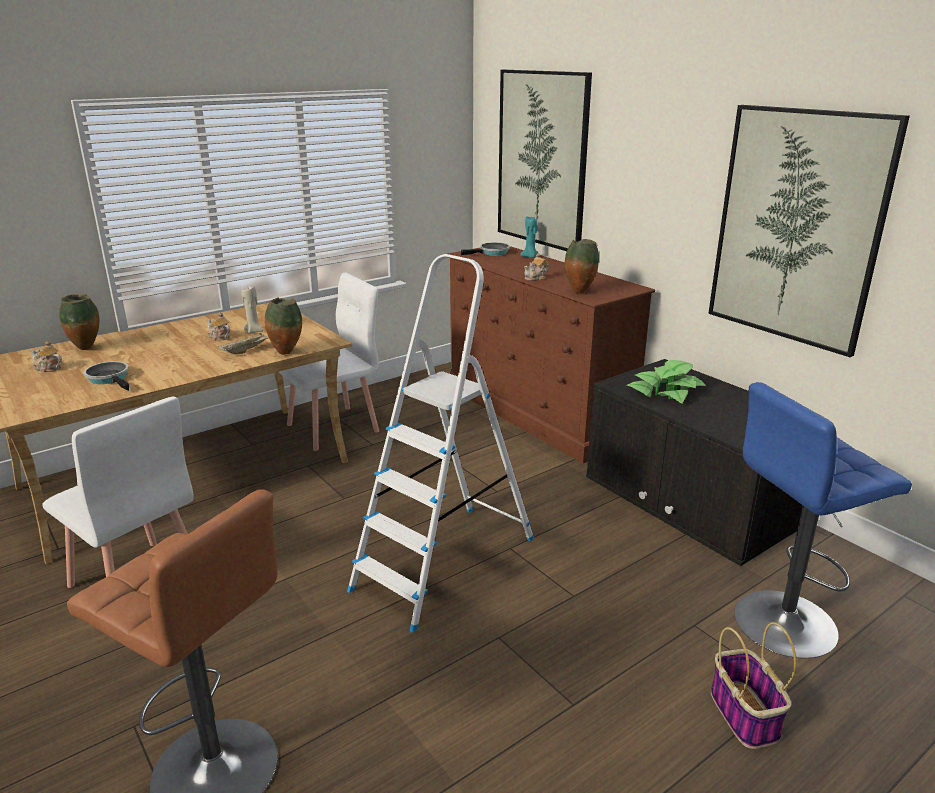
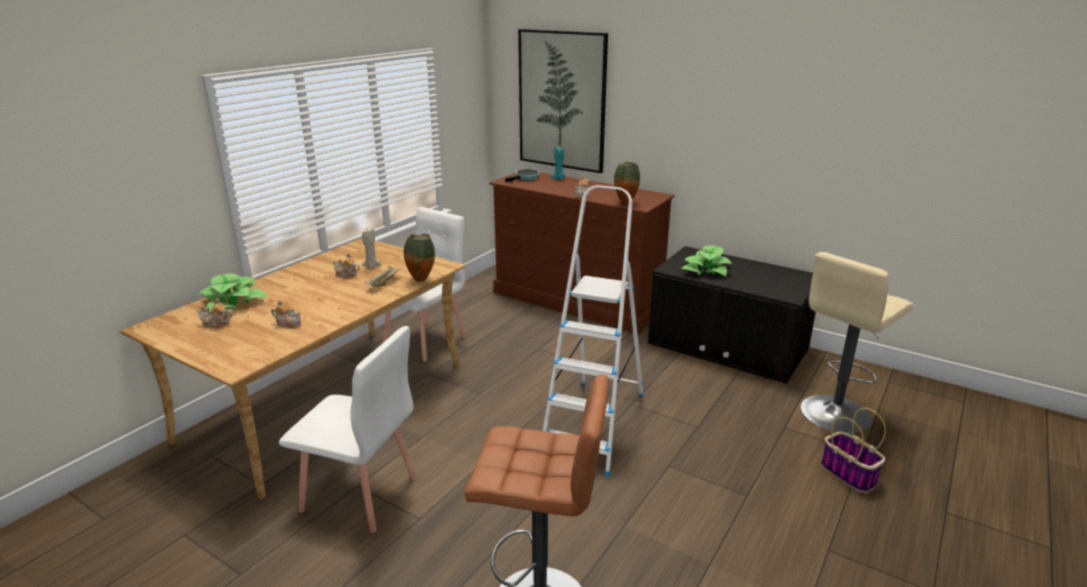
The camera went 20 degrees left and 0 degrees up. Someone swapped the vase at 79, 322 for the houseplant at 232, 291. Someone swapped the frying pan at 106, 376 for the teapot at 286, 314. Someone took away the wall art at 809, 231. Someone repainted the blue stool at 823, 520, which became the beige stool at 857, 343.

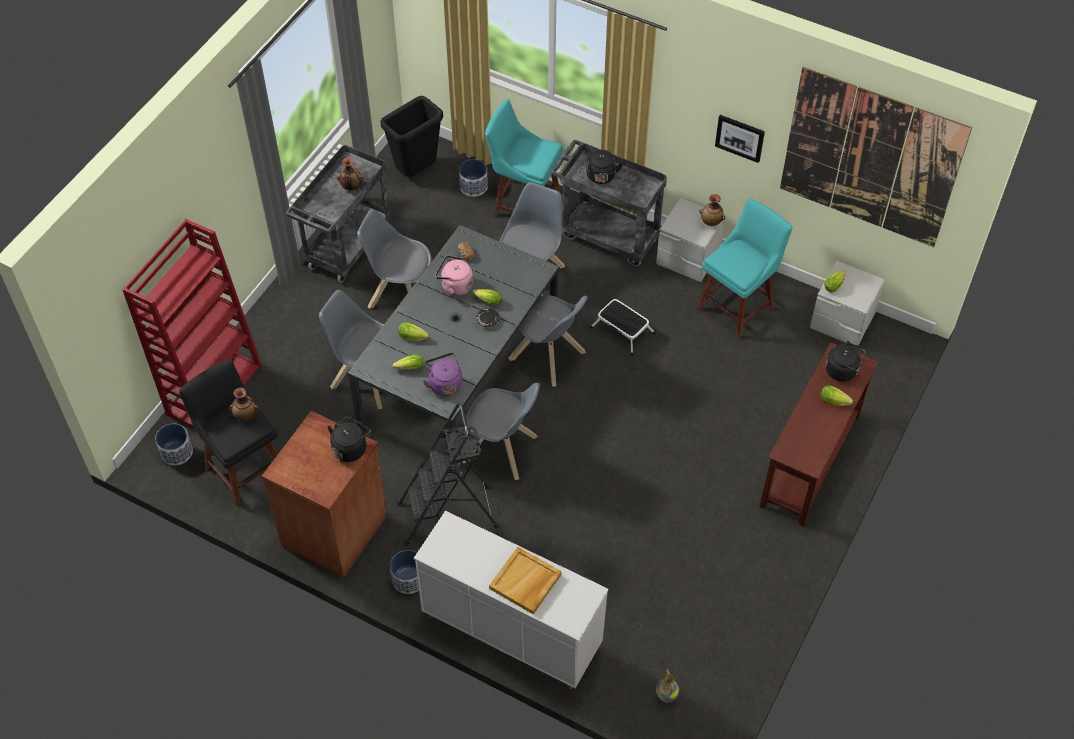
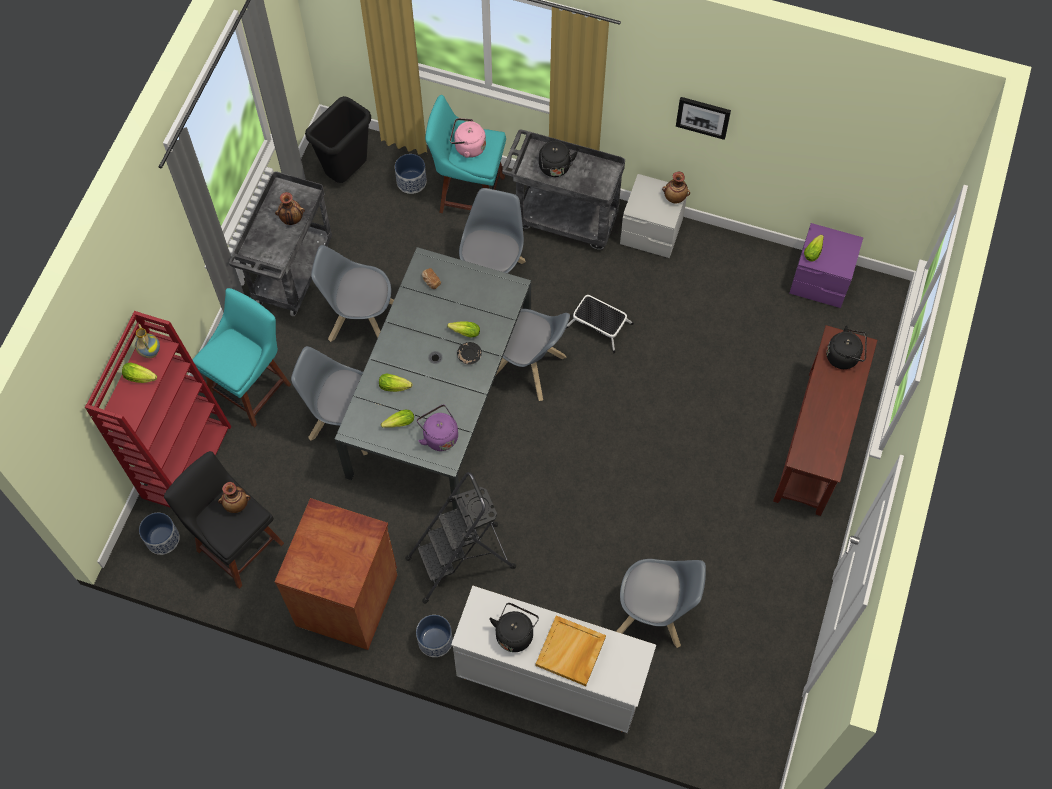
The camera went 10 degrees left and 10 degrees up. Someone carried the blackish tea kettle from 349, 438 to 514, 627. Someone carried the pink-coloured tea kettle from 454, 275 to 468, 138. Someone carried the greyish plain chair from 501, 431 to 661, 603. Someone carried the vase from 667, 686 to 147, 341. Someone carried the turquoise-coloured stool from 744, 268 to 241, 357. Someone took away the wall art at 876, 157. Someone repainted the white-coloured nightstand at 847, 303, which became the purple-coloured nightstand at 826, 265. Someone carried the lettuce head from 837, 395 to 139, 372.

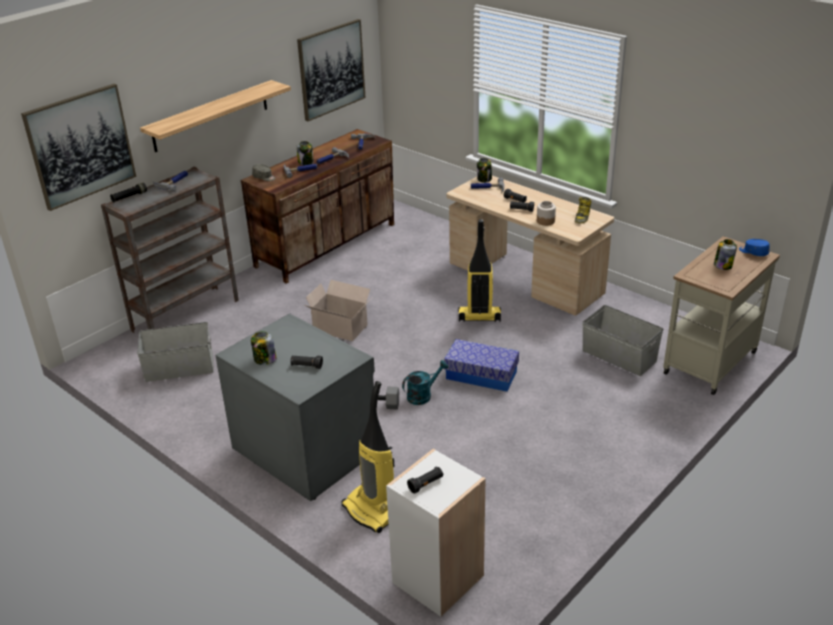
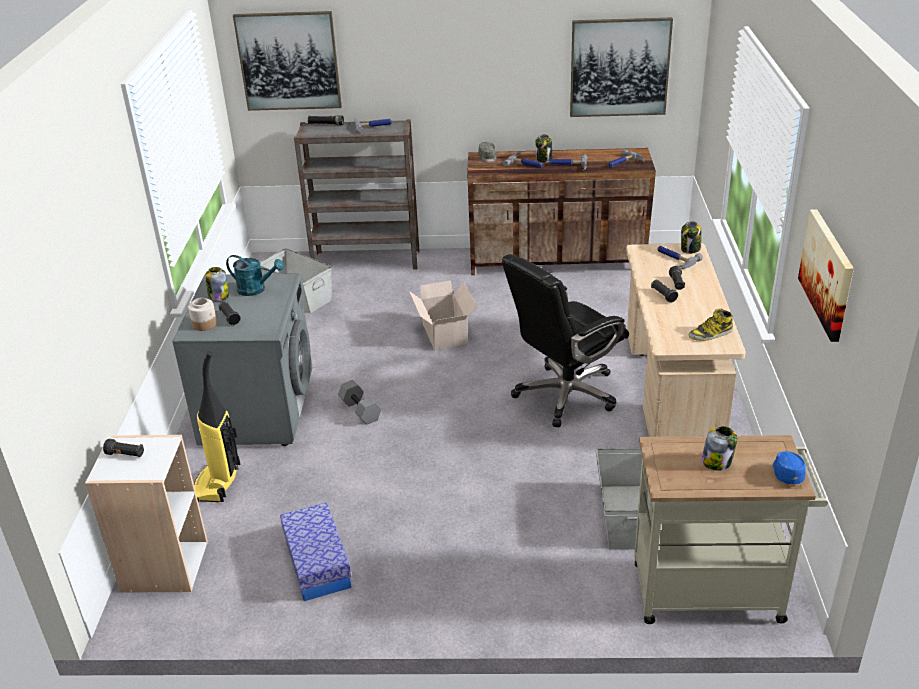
The camera went 50 degrees right and 0 degrees up. Someone took away the bracket shelf at 215, 116. Someone carried the turquoise-coloured watering can from 425, 382 to 255, 275. Someone carried the storage container from 481, 365 to 315, 552. Someone swapped the vacuum cleaner at 479, 270 for the blackish office chair at 565, 340. Someone carried the preserve jar from 546, 213 to 202, 314. Someone put up the wall art at 826, 275.

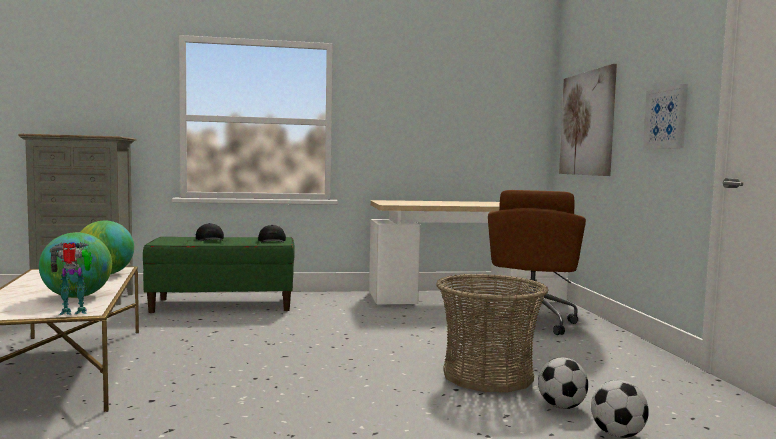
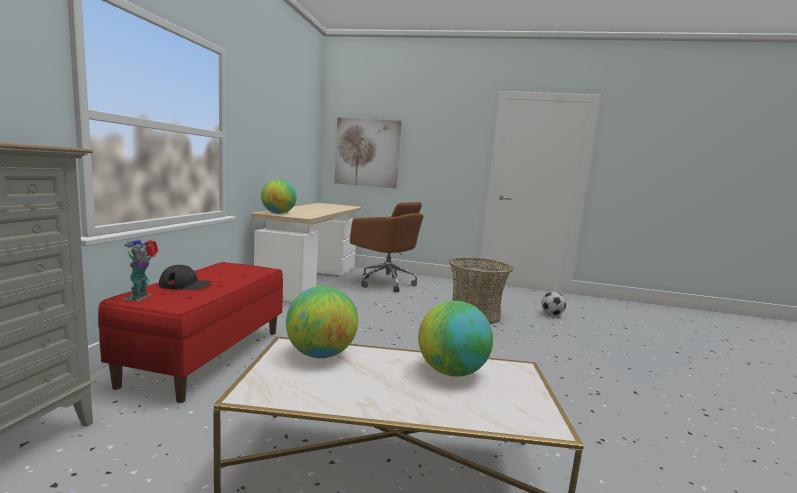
The camera went 70 degrees left and 5 degrees up. Someone carried the robot figure from 71, 278 to 140, 270. Someone repainted the greenish bench at 219, 275, which became the red bench at 190, 332. Someone took away the blackish cap at 272, 234. Someone took away the football ball at 563, 383. Someone took away the wall art at 665, 116. Someone put down the globe at 279, 196.

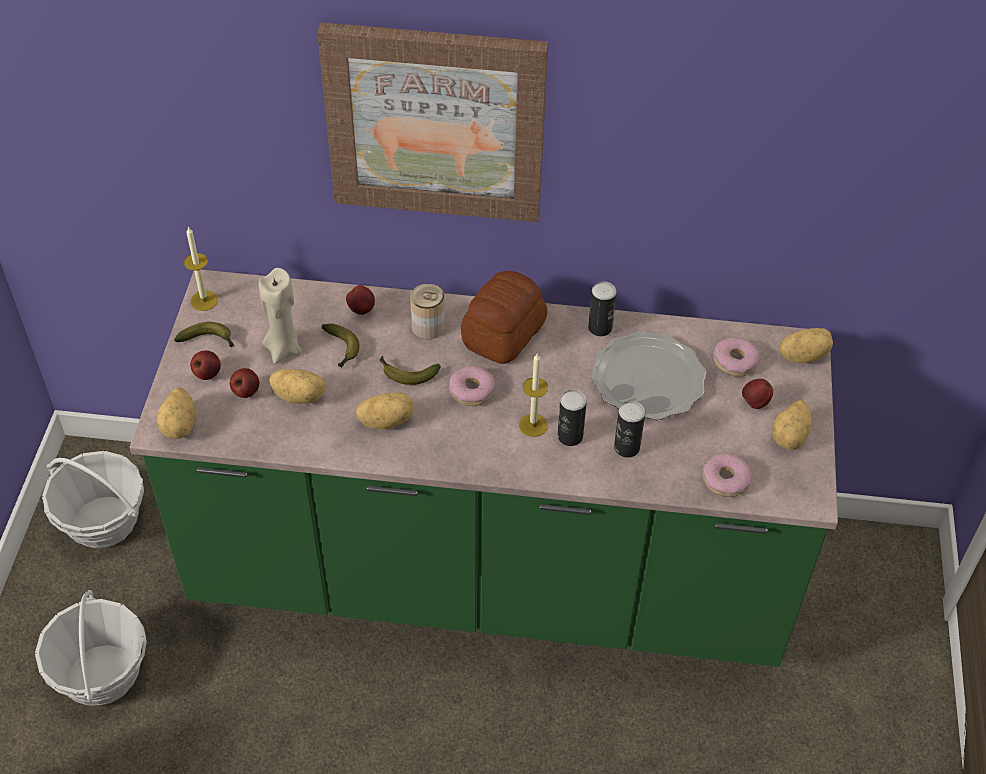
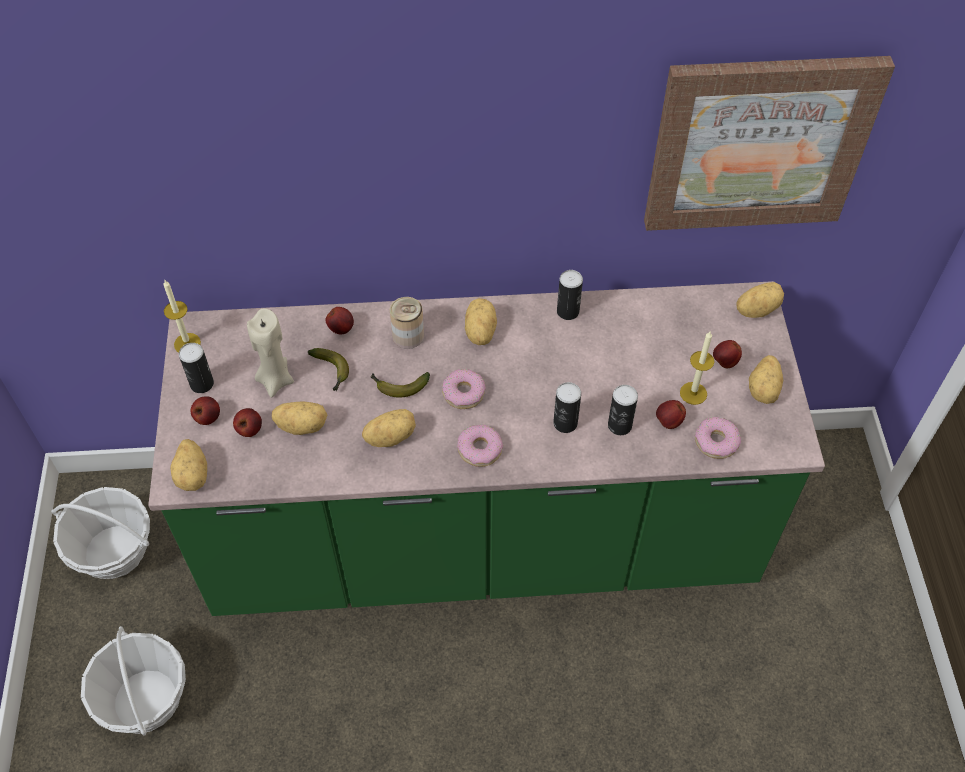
The camera went 10 degrees left and 5 degrees up. Someone swapped the whole banana at 204, 334 for the sealed can at 196, 368. Someone carried the wall art from 432, 122 to 769, 143. Someone swapped the bakery bread at 504, 317 for the whole potato at 481, 321. Someone carried the wax light from 533, 395 to 697, 368. Someone took away the flat dish at 648, 376. Someone carried the donut from 736, 357 to 480, 446. Someone put down the whole apple at 671, 414.

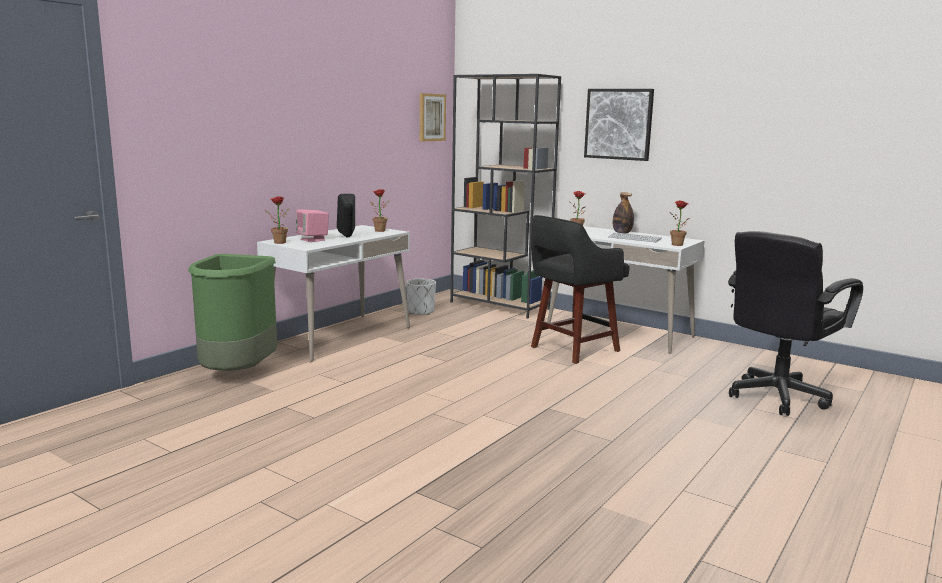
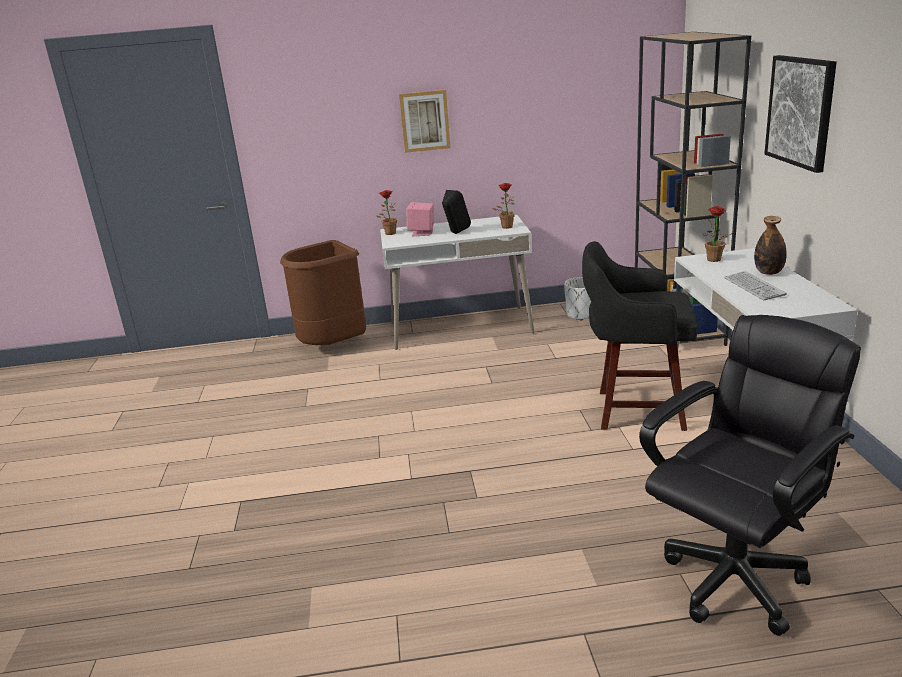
The camera went 50 degrees right and 10 degrees up. Someone repainted the greenish trash can at 232, 312, which became the brown trash can at 323, 292. Someone carried the wall art from 433, 117 to 425, 121. Someone took away the houseplant at 680, 223. Someone rotated the blackish office chair at 795, 323 by 135 degrees clockwise.

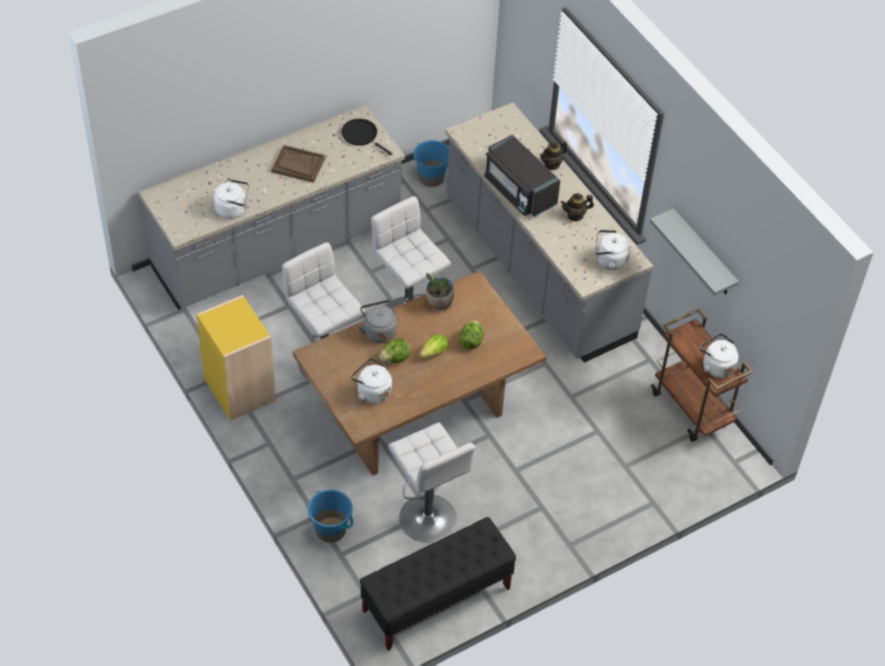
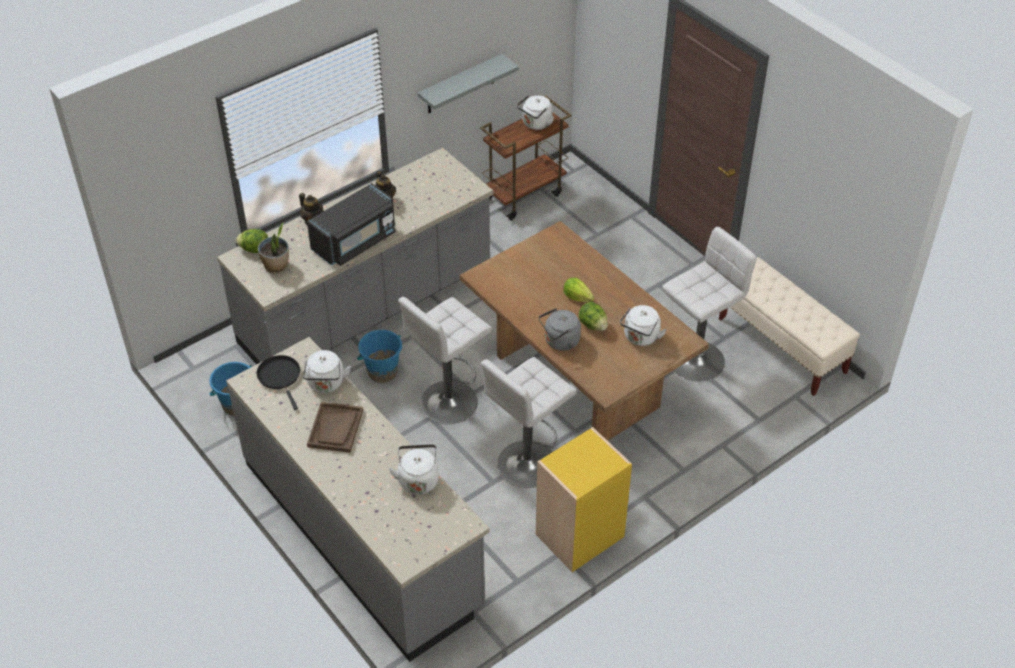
The camera went 95 degrees left and 5 degrees down. Someone carried the blue pail from 330, 516 to 379, 356. Someone rotated the blackish frying pan at 367, 137 by 120 degrees clockwise. Someone repainted the blackish bench at 438, 584, which became the beige bench at 789, 326. Someone carried the houseplant from 440, 292 to 273, 247. Someone carried the lettuce head from 471, 335 to 252, 241. Someone carried the white-coloured tea kettle from 612, 250 to 327, 371.

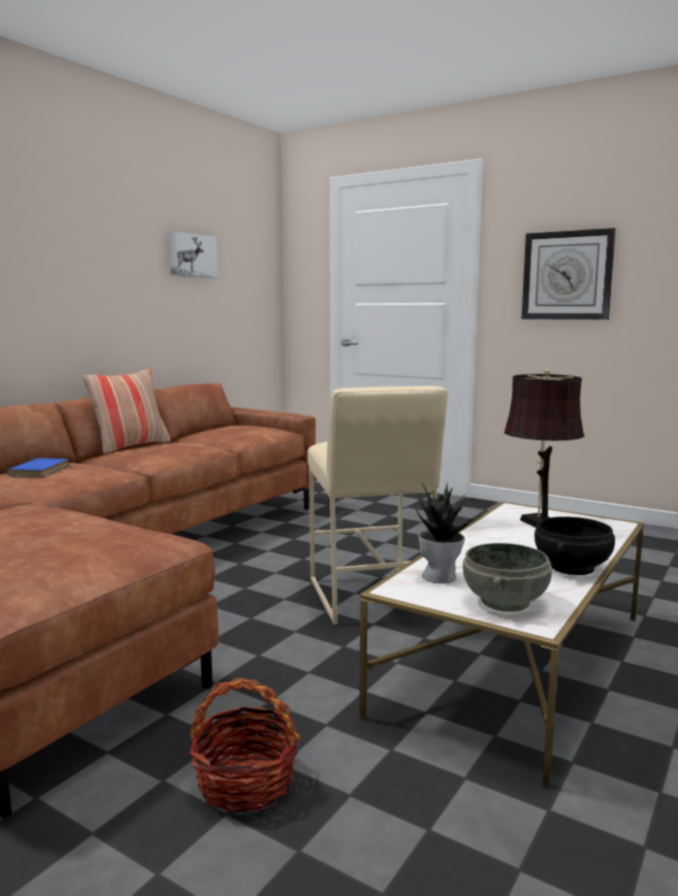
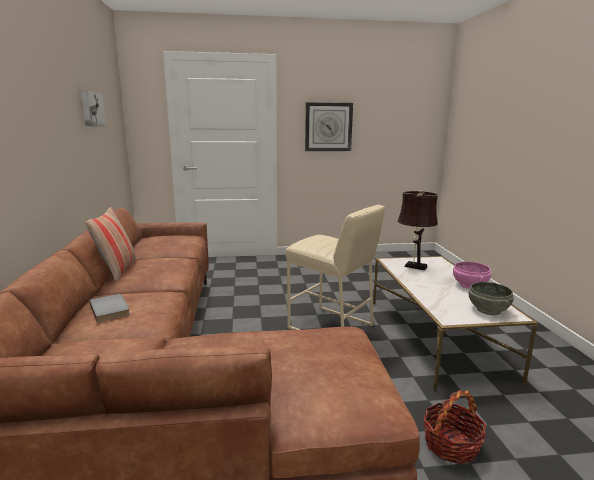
The camera went 40 degrees left and 5 degrees up. Someone repainted the blue bound book at 38, 467, which became the greyish bound book at 109, 308. Someone took away the houseplant at 448, 532. Someone repainted the blackish deep dish at 575, 546, which became the pink-coloured deep dish at 472, 275.

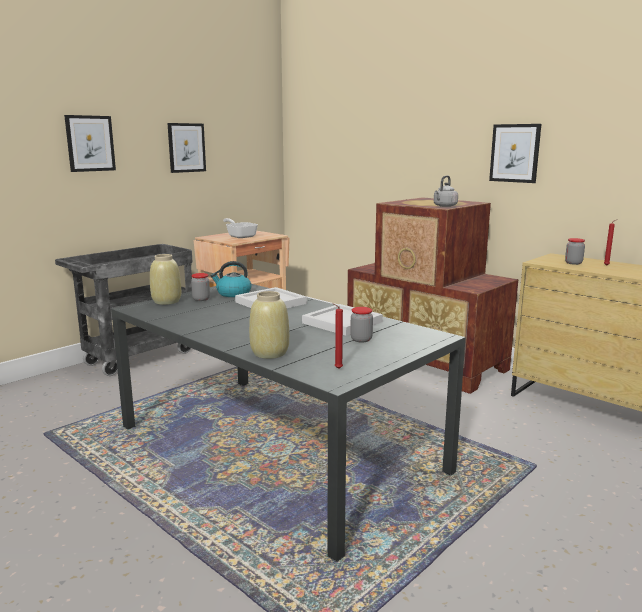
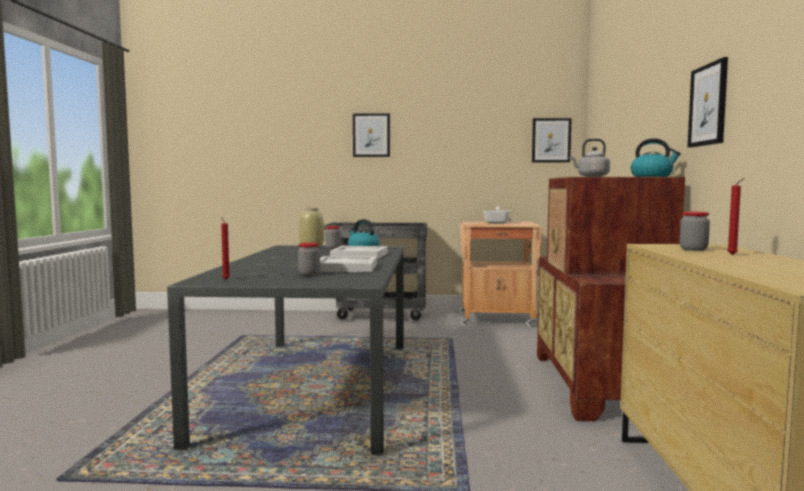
The camera went 50 degrees right and 10 degrees down. Someone carried the wall art from 186, 148 to 552, 140. Someone took away the beige vase at 269, 325. Someone put down the tea kettle at 656, 157.

